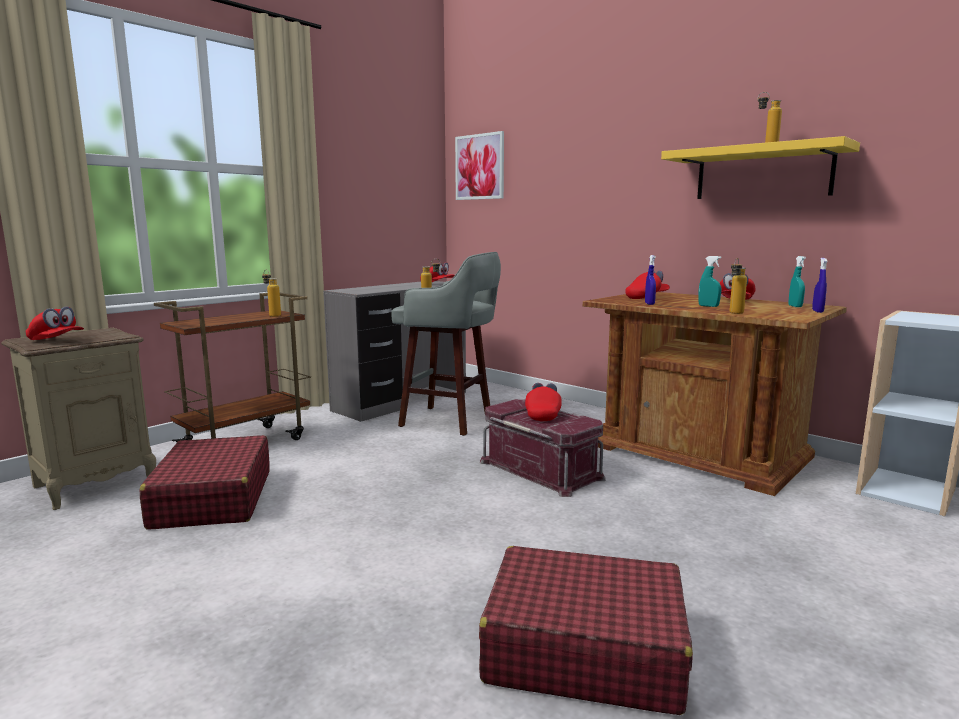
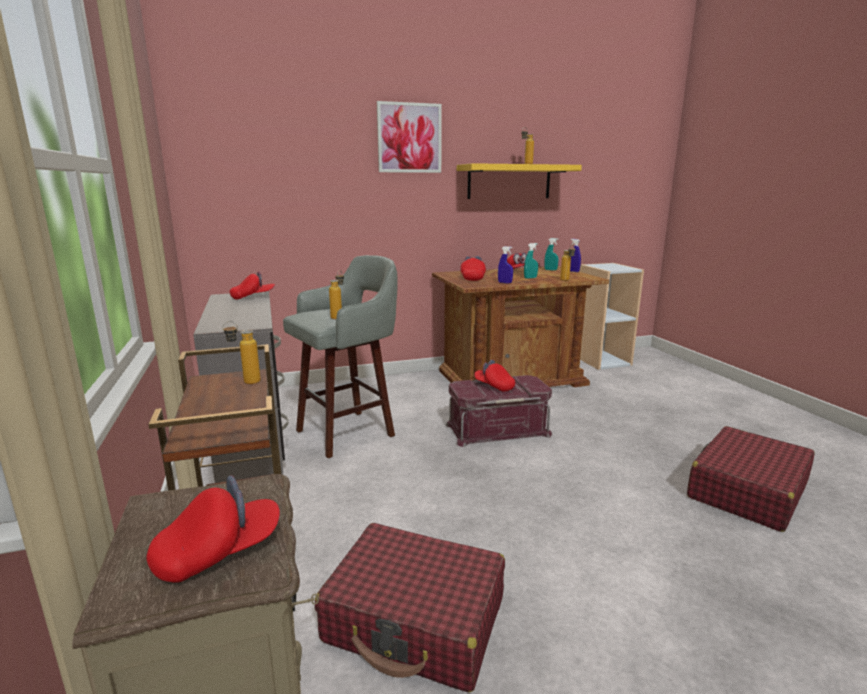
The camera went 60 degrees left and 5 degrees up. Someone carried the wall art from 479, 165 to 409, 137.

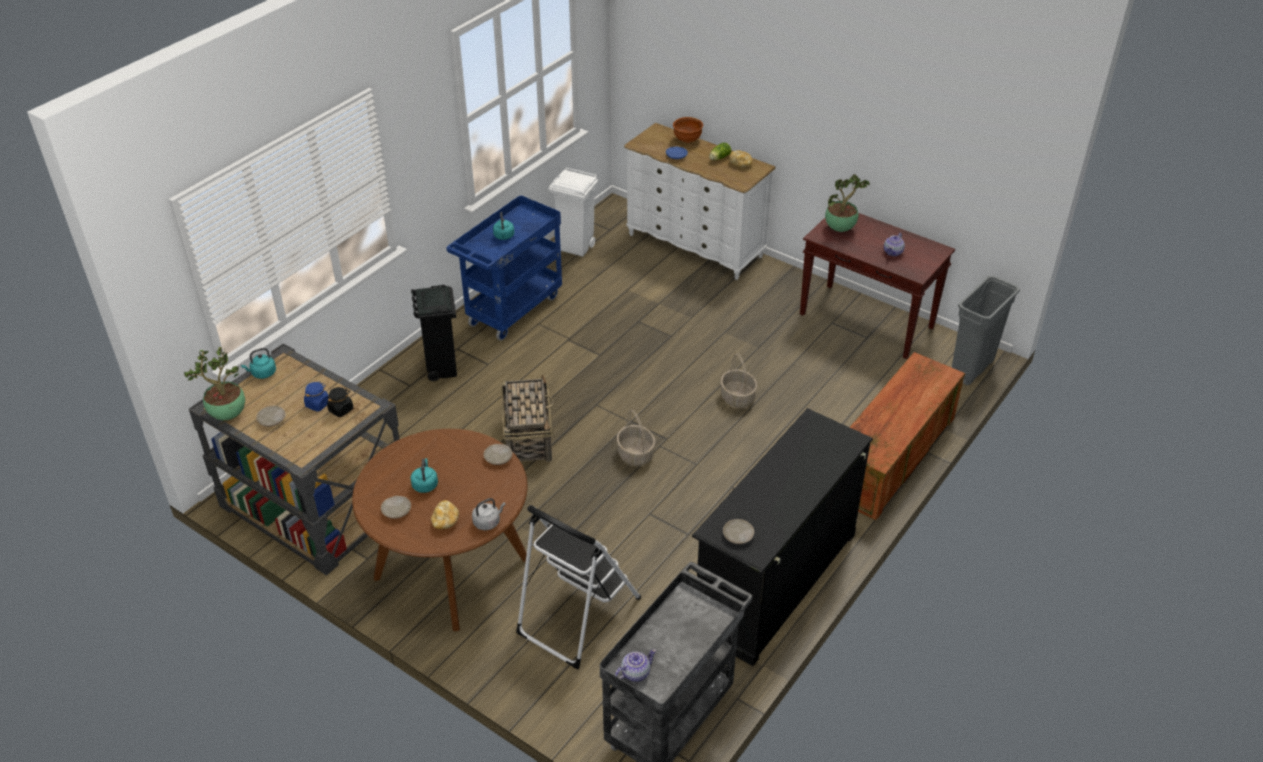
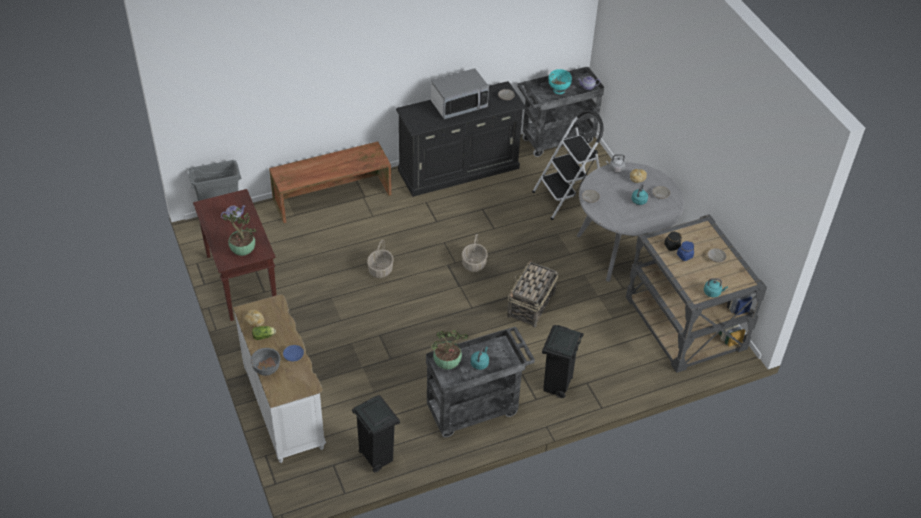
The camera went 150 degrees left and 5 degrees up. Someone carried the houseplant from 214, 383 to 450, 350. Someone repainted the brown dinner table at 440, 530, which became the greyish dinner table at 630, 222. Someone repainted the blue cart at 504, 268, which became the blackish cart at 480, 382. Someone repainted the white-coloured trash can at 573, 212, which became the blackish trash can at 376, 433. Someone repainted the brown deep dish at 688, 130, which became the greyish deep dish at 266, 362. Someone put down the microwave oven at 460, 93. Someone put down the turquoise-coloured deep dish at 560, 81.

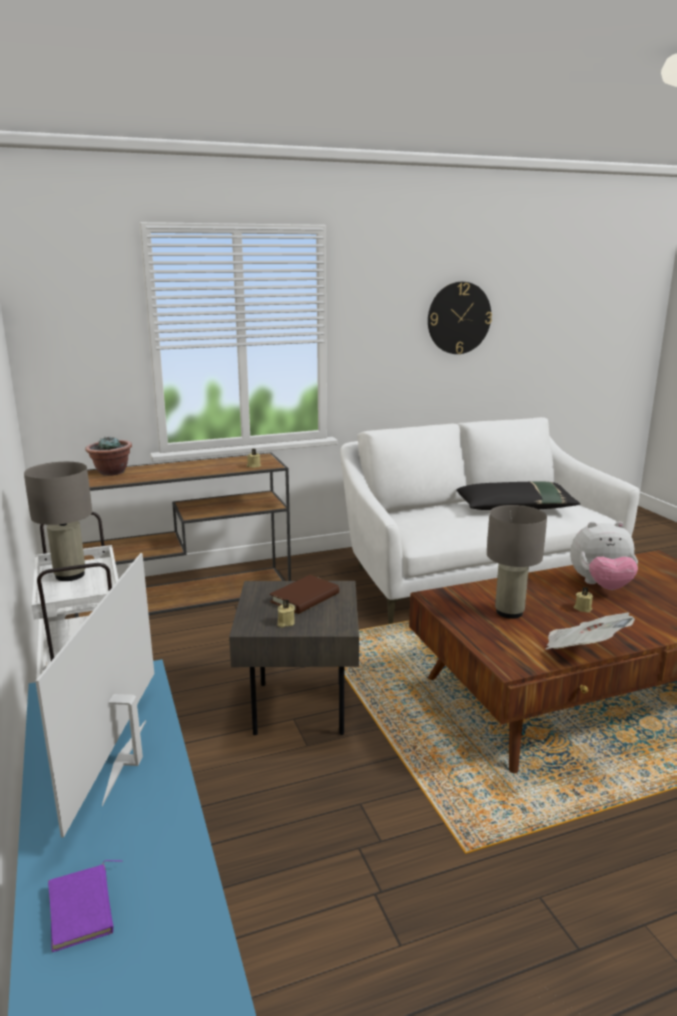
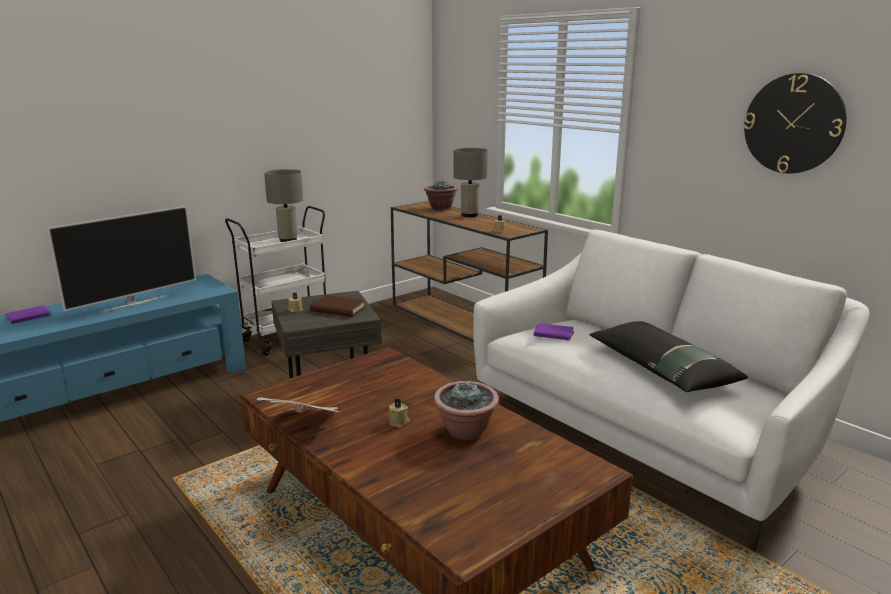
The camera went 70 degrees right and 0 degrees up. Someone rotated the TV set at 94, 695 by 150 degrees clockwise. Someone carried the greyish table lamp from 517, 562 to 470, 182. Someone swapped the soft toy at 604, 555 for the houseplant at 466, 410. Someone put down the purple-coloured bound book at 554, 332.

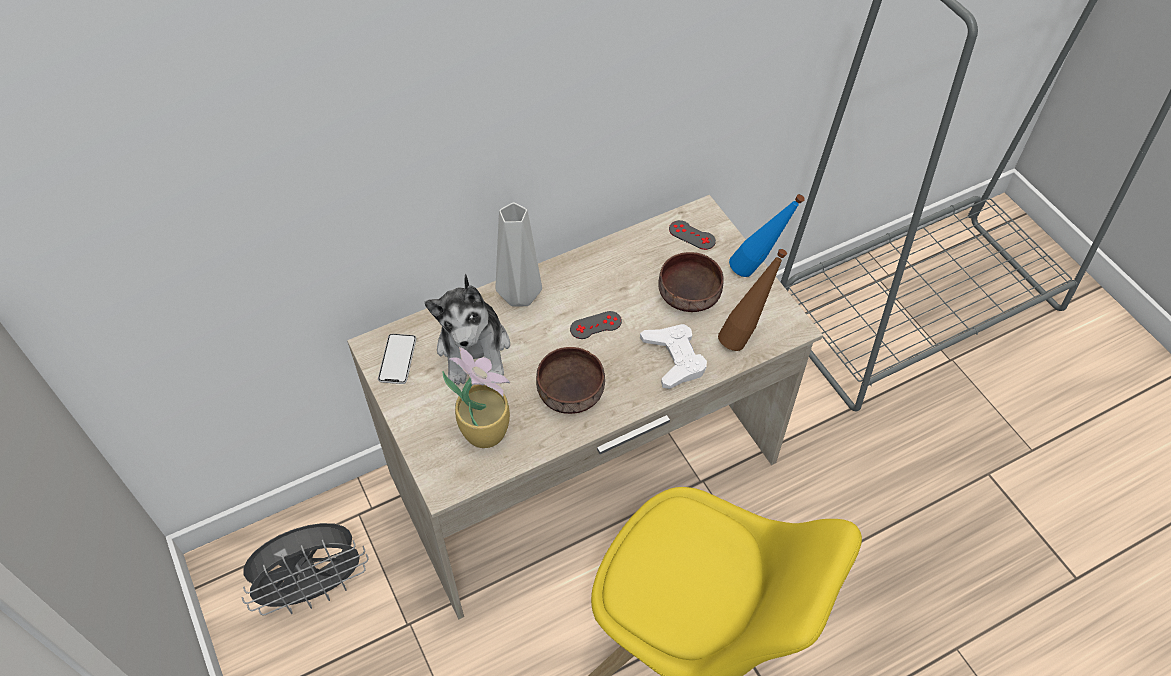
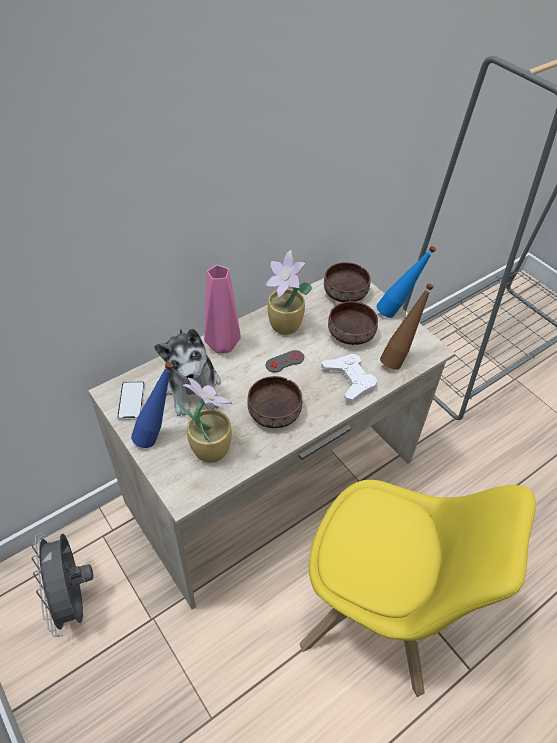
The camera went 10 degrees left and 5 degrees down. Someone rotated the greyish fan at 305, 569 by 105 degrees clockwise. Someone repainted the greyish vase at 519, 254, which became the pink-coloured vase at 222, 309. Someone swapped the greyish joypad at 692, 235 for the brown deep dish at 347, 282. Someone put down the blue bottle at 152, 405. Someone put down the houseplant at 288, 292.

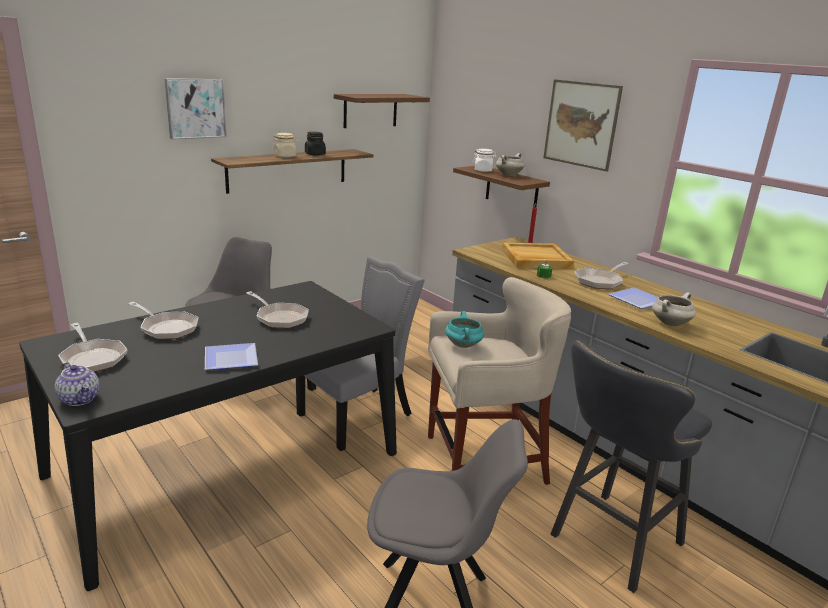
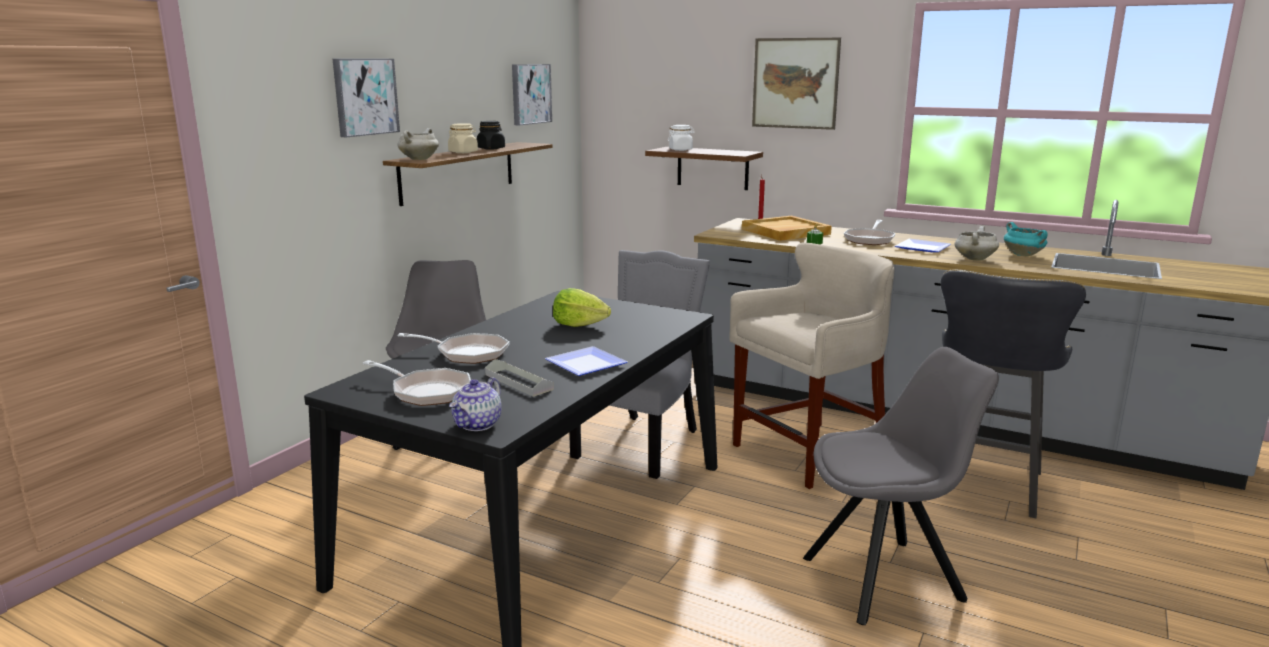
The camera went 20 degrees left and 5 degrees down. Someone rotated the teapot at 77, 384 by 90 degrees clockwise. Someone swapped the frying pan at 277, 309 for the lettuce head at 582, 307. Someone swapped the brown bracket shelf at 382, 111 for the wall art at 532, 95. Someone carried the turquoise-coloured stockpot from 464, 329 to 1025, 239. Someone carried the white-coloured stockpot from 510, 164 to 418, 144. Someone put down the greyish carrying tray at 519, 378.

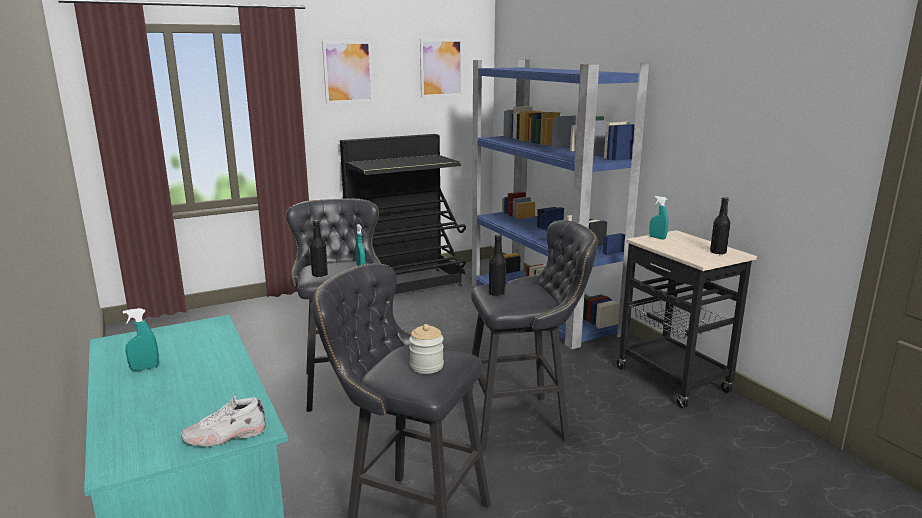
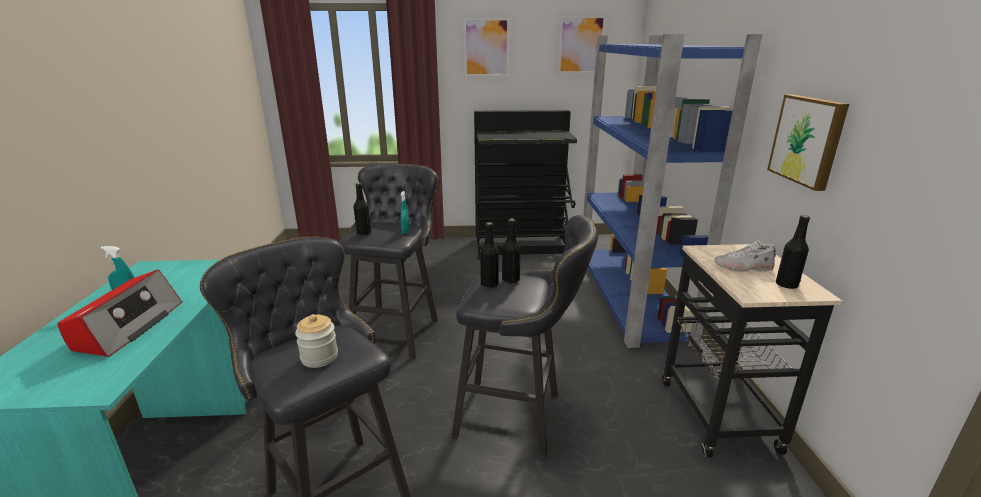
The camera went 25 degrees right and 5 degrees up. Someone carried the white-coloured shoe from 223, 420 to 745, 255. Someone took away the turquoise-coloured sprayer at 659, 217. Someone put down the radio set at 119, 313. Someone put down the blackish bottle at 511, 251. Someone put up the wall art at 808, 143.

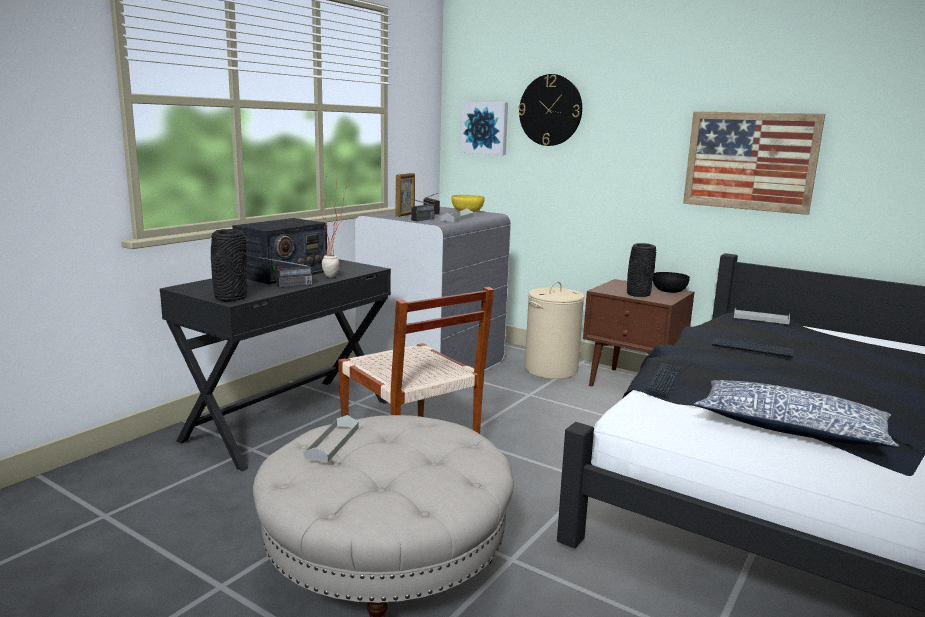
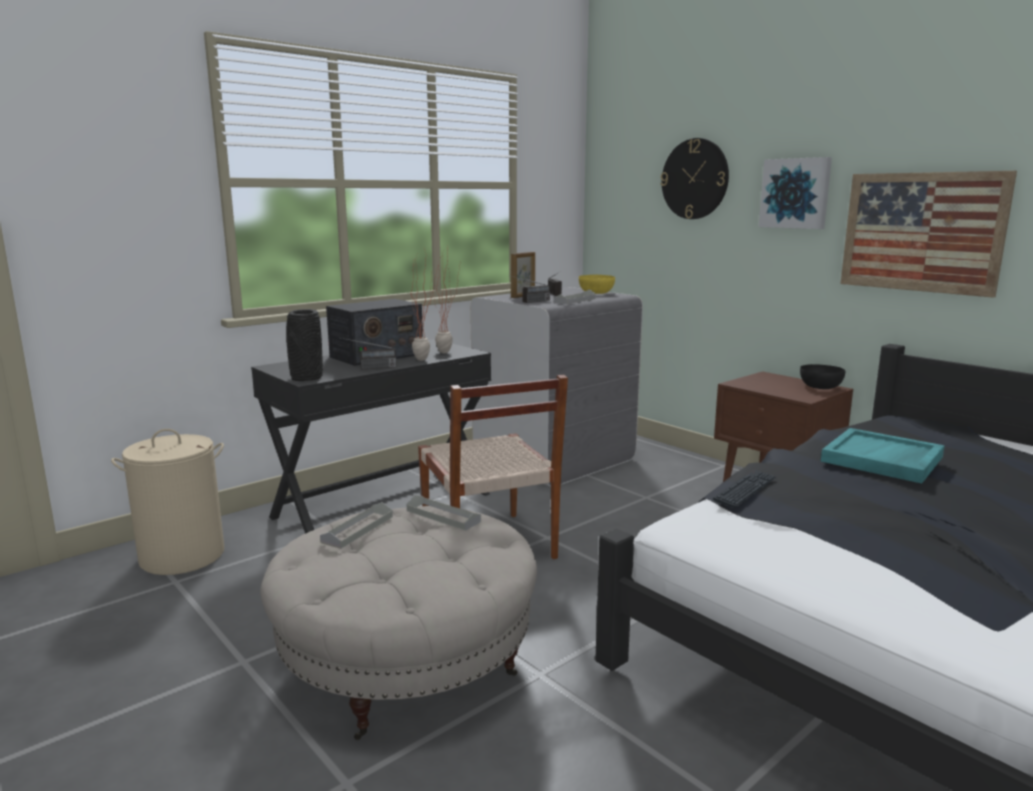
The camera went 15 degrees right and 0 degrees up. Someone carried the wall art from 484, 128 to 795, 193. Someone carried the beige hamper from 554, 330 to 167, 502. Someone took away the blackish vase at 641, 270. Someone took away the cushion at 796, 414. Someone swapped the PC keyboard at 752, 347 for the turquoise-coloured carrying tray at 883, 455. Someone carried the greyish carrying tray from 762, 315 to 444, 513. Someone put down the houseplant at 445, 298.

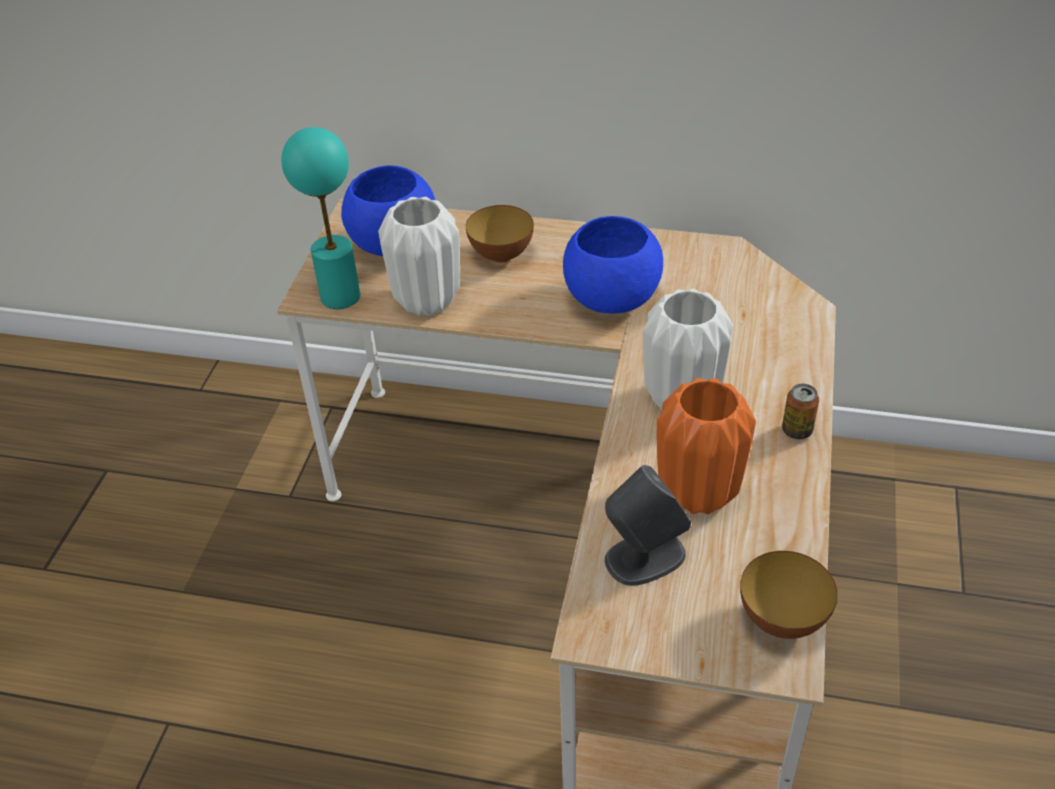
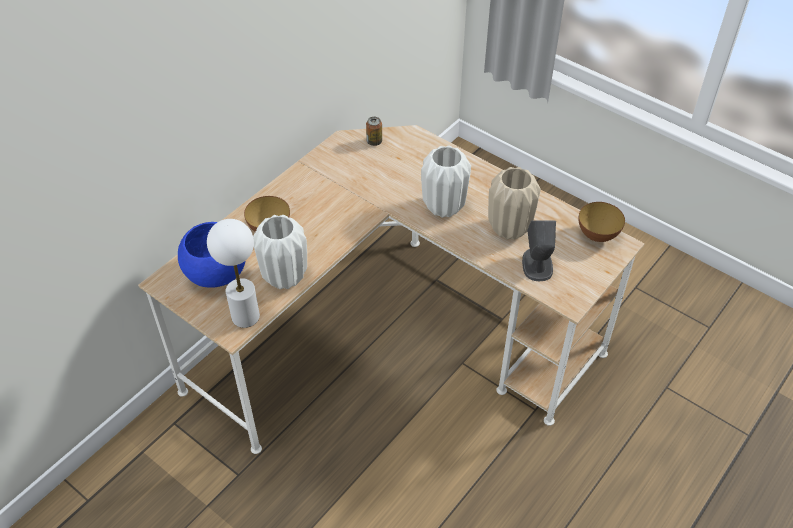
The camera went 65 degrees left and 5 degrees up. Someone repainted the turquoise-coloured table lamp at 320, 218, which became the white-coloured table lamp at 233, 273. Someone took away the blue deep dish at 613, 265. Someone repainted the orange-coloured vase at 706, 446, which became the beige vase at 514, 203. Someone carried the sealed can from 800, 411 to 374, 131.

